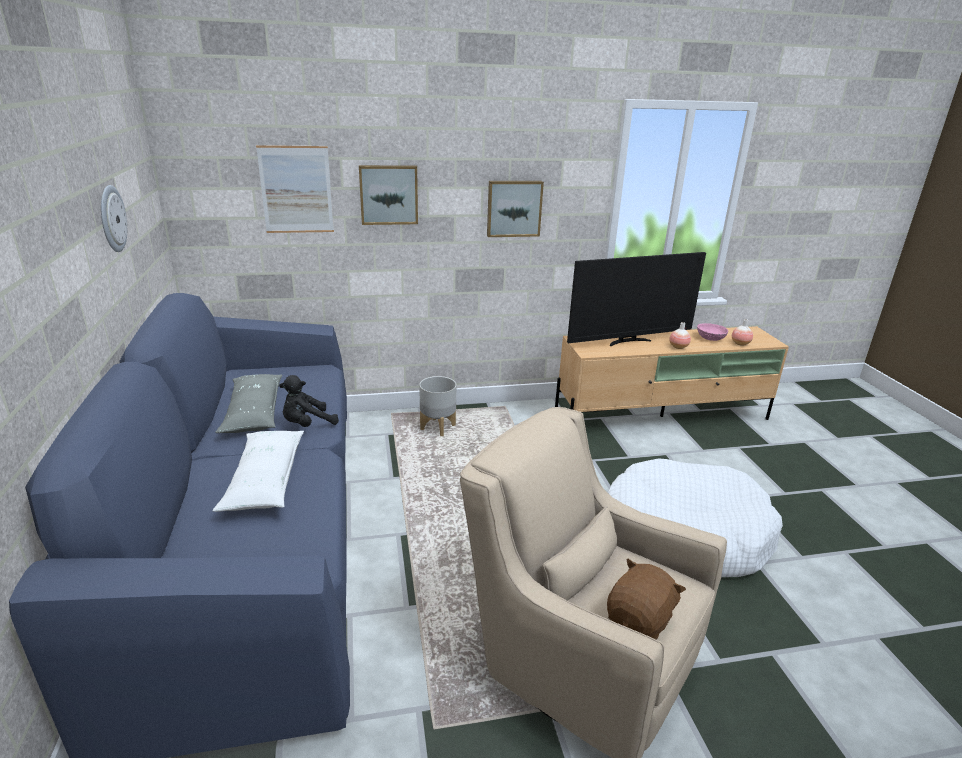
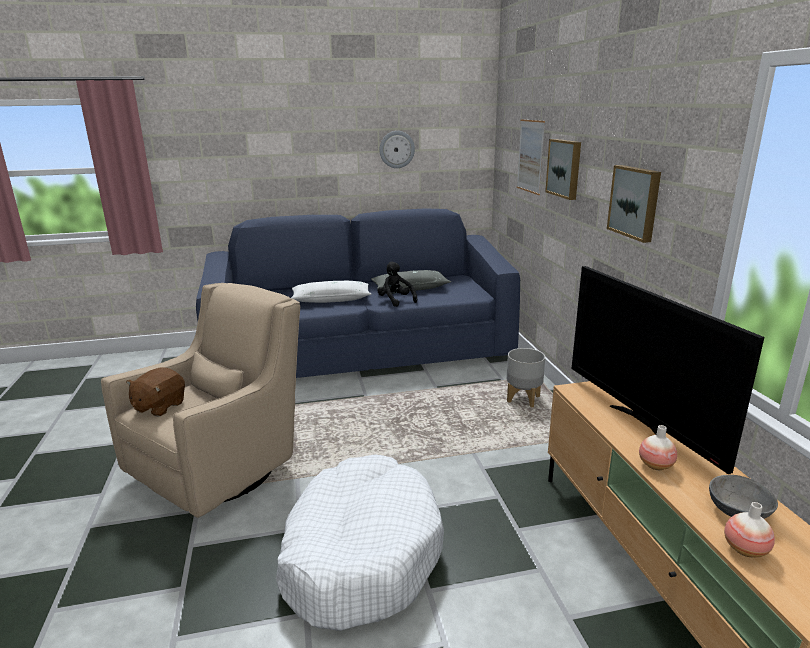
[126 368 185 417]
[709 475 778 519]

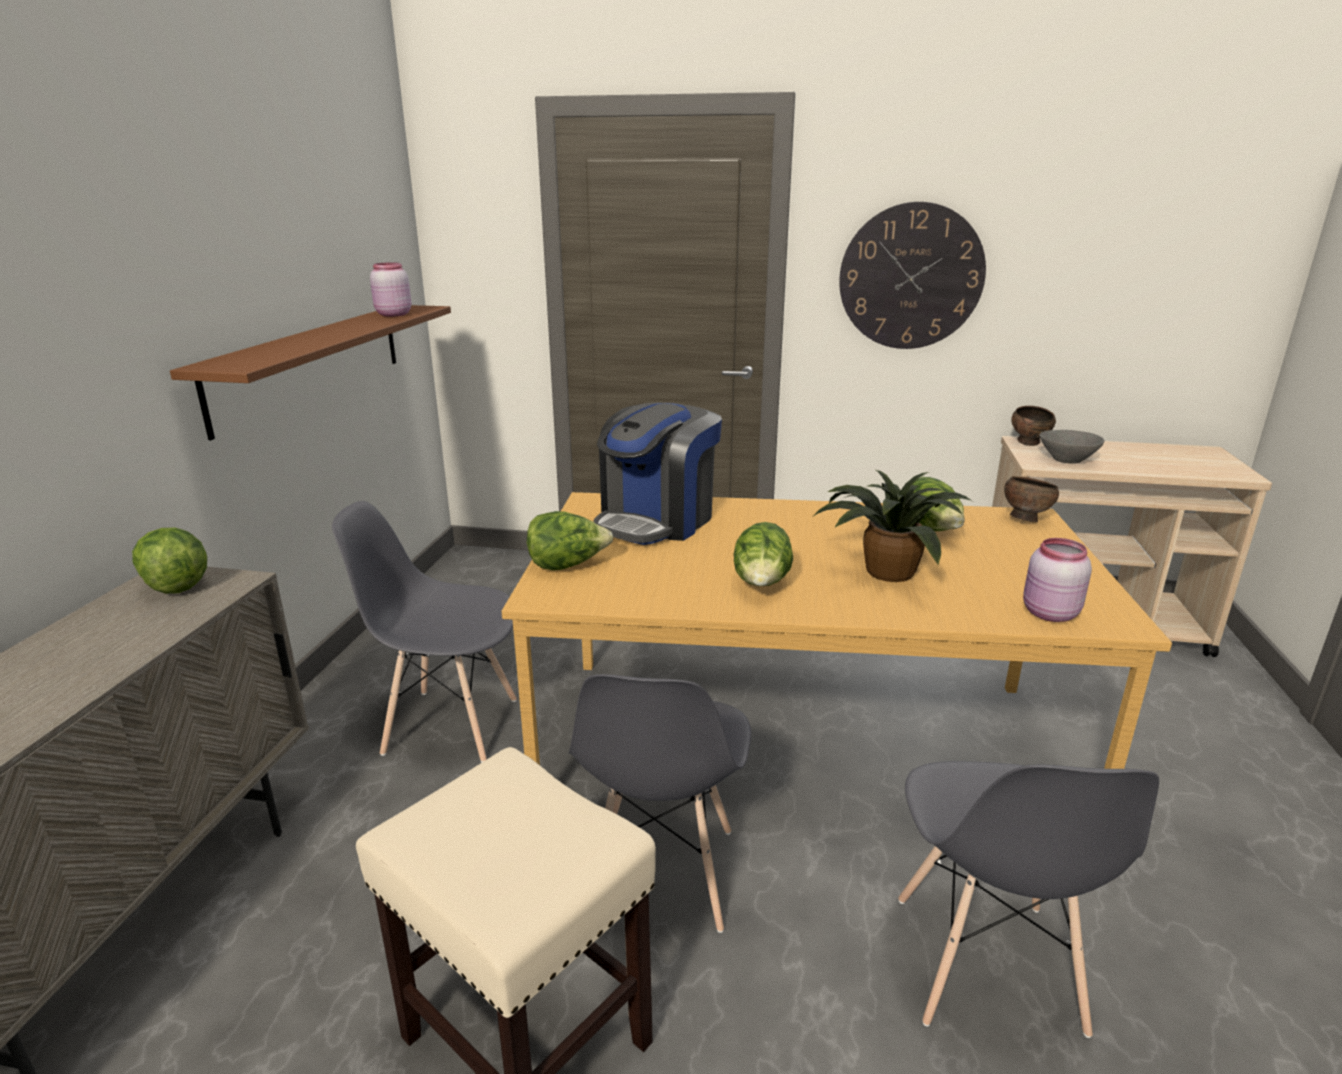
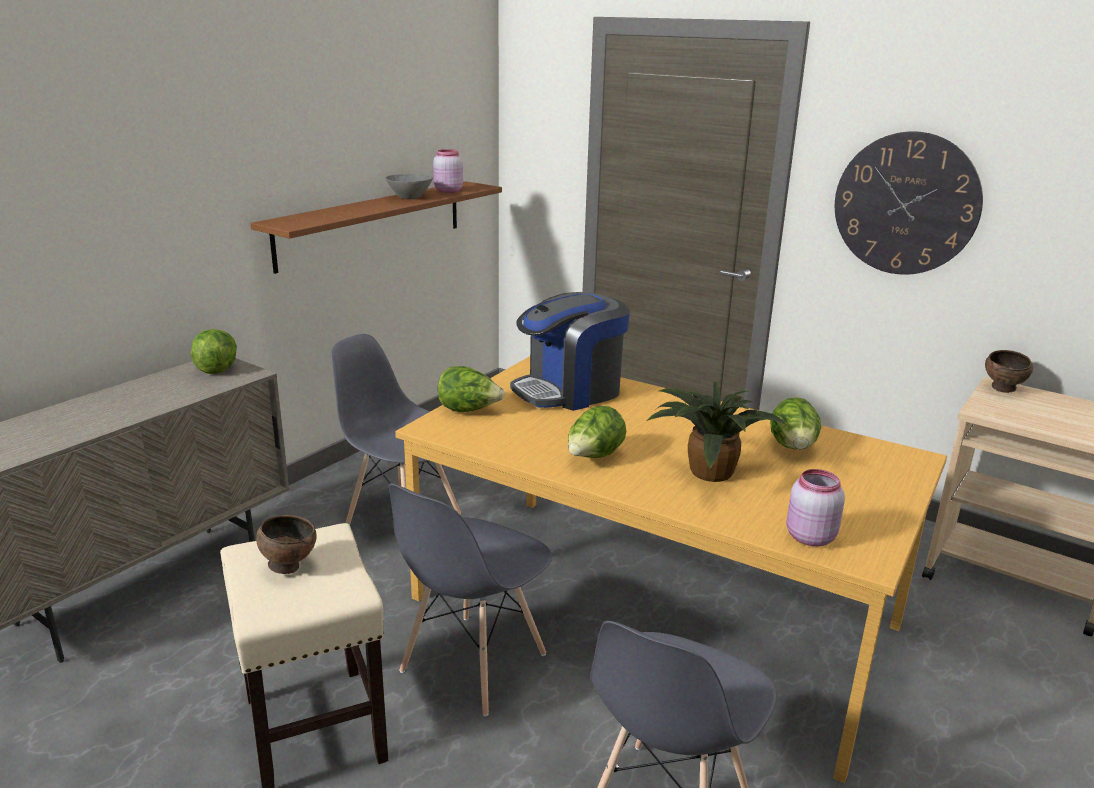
[256 515 317 574]
[385 174 433 199]

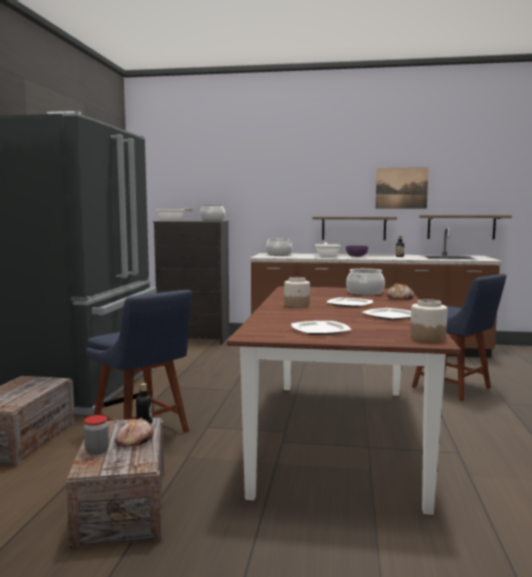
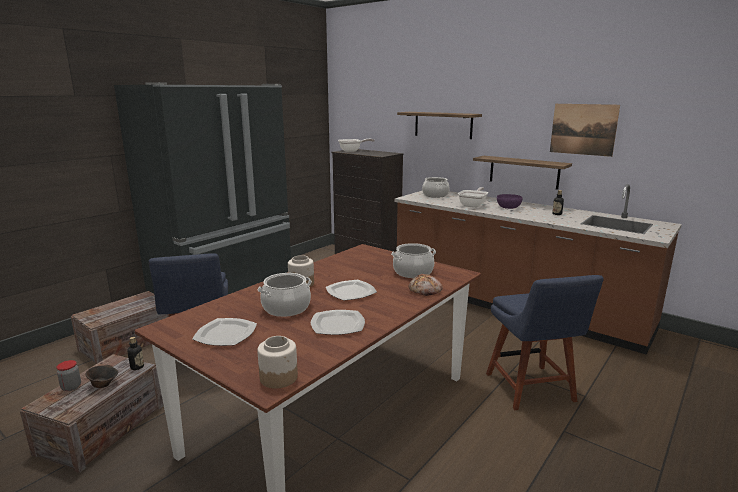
[86 365 118 388]
[258 273 312 317]
[397 112 482 139]

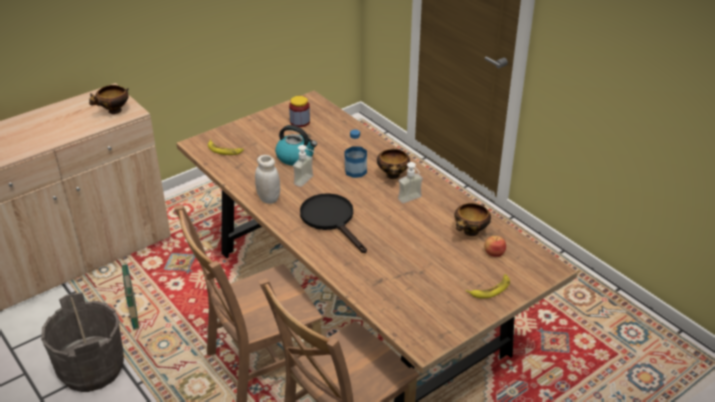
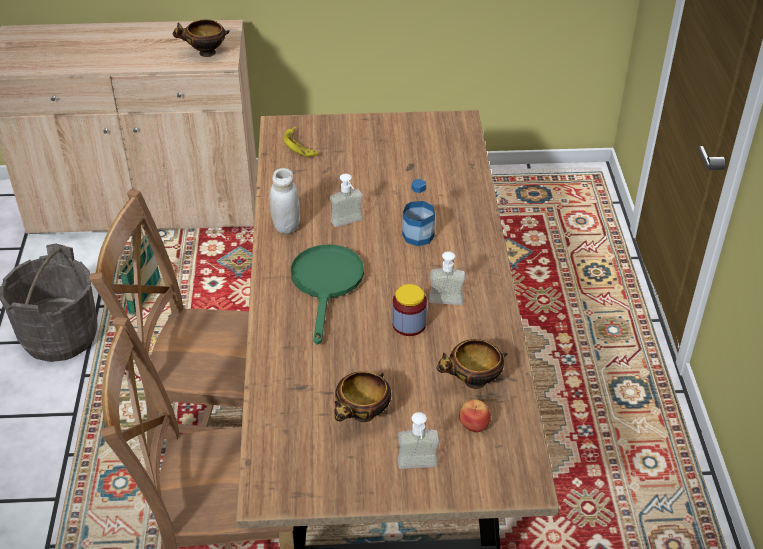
[275 125 317 166] (first image)
[392 284 427 336]
[291 244 364 345]
[334 371 391 422]
[398 412 439 469]

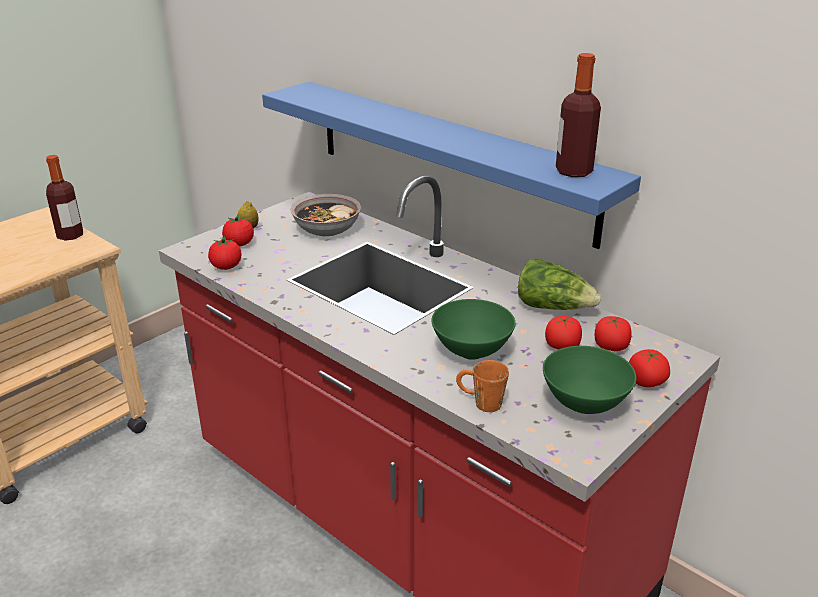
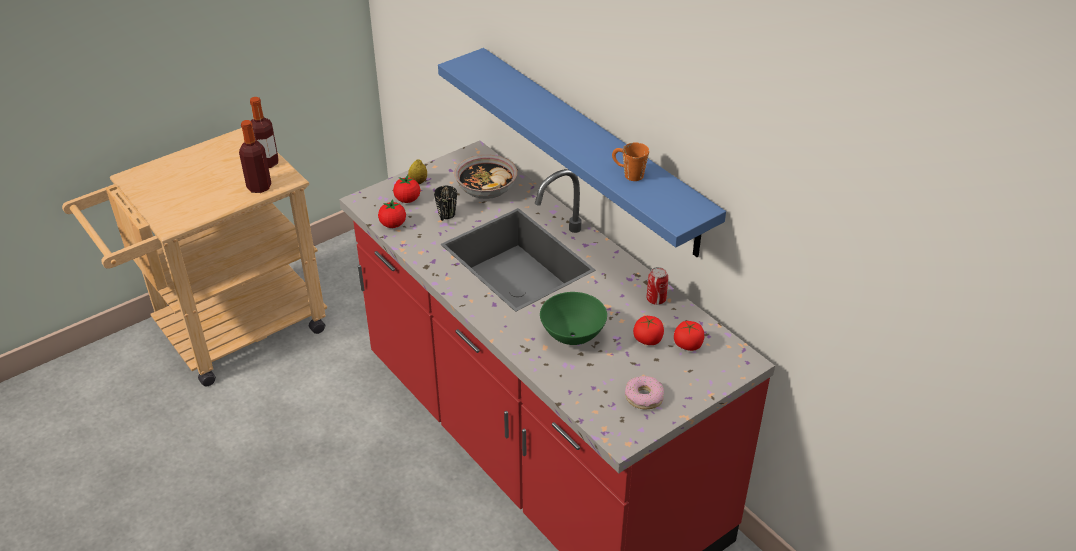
[612 143 649 181]
[647 267 668 305]
[625 376 664 409]
[239 120 272 193]
[629 349 670 387] (first image)
[434 186 457 221]

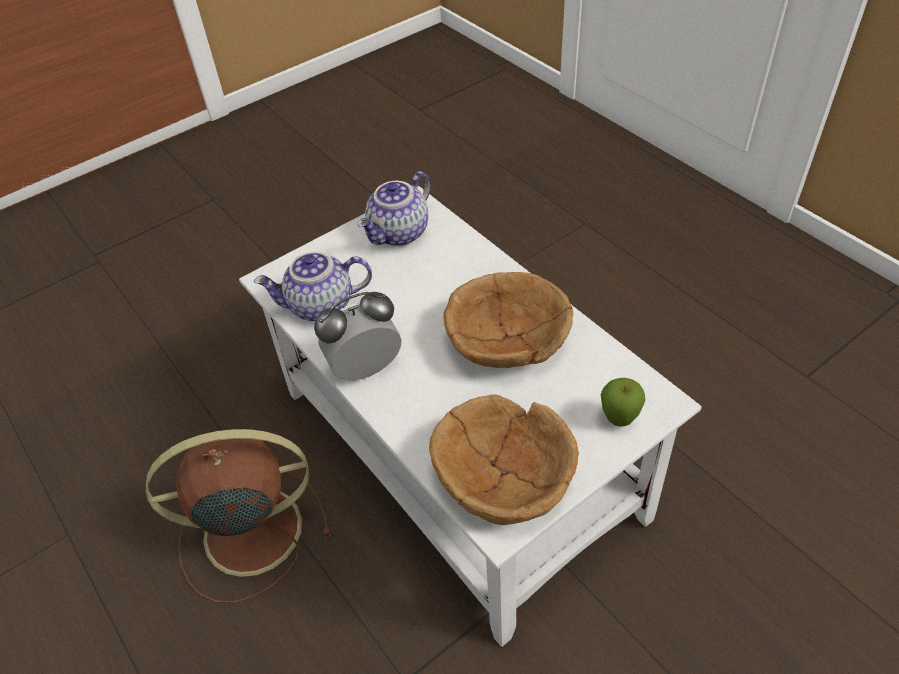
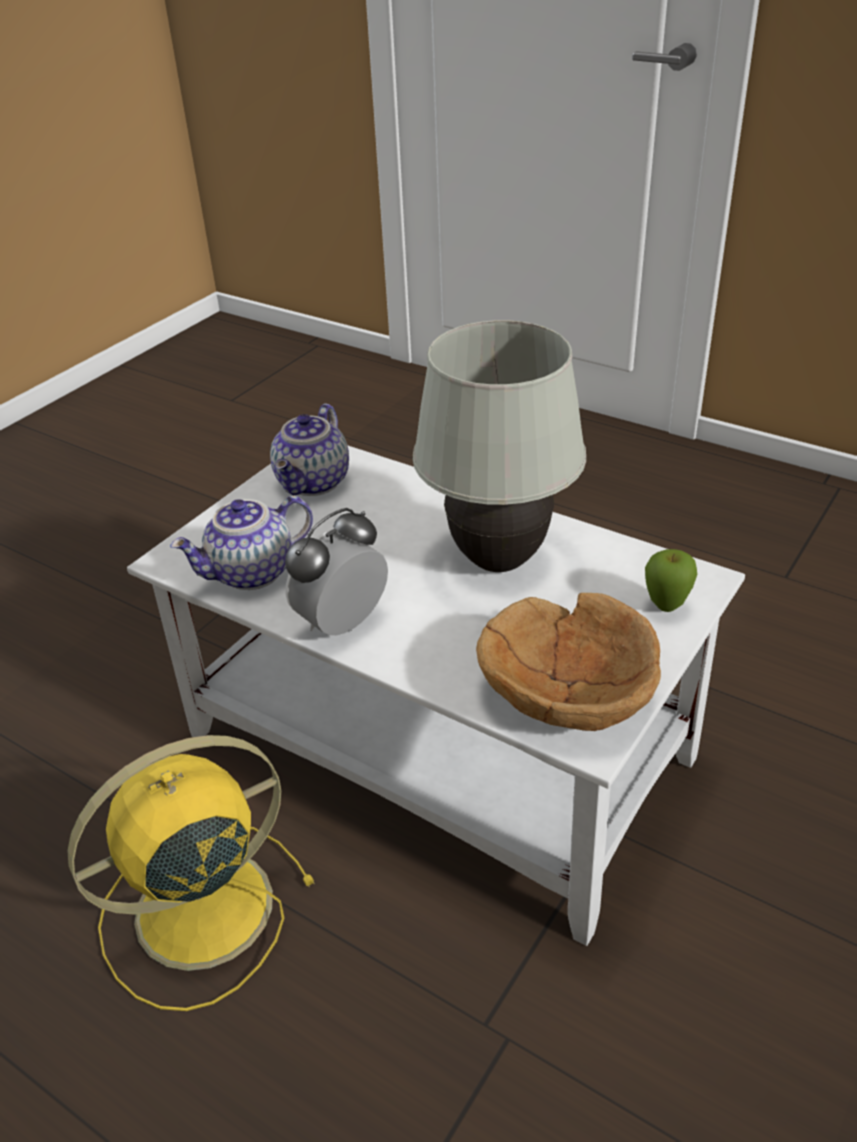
[67 735 315 1011]
[413 320 586 572]

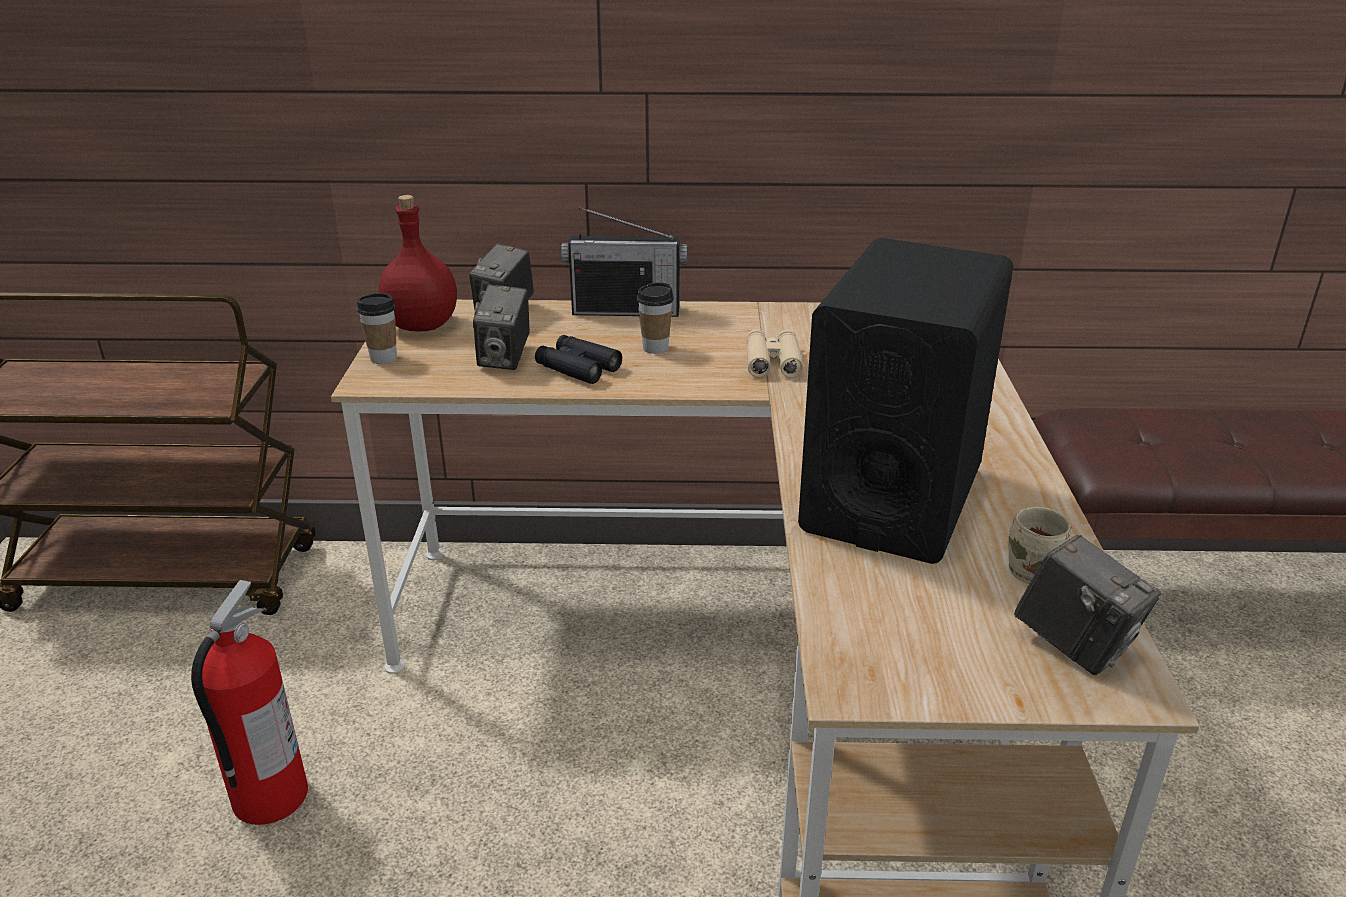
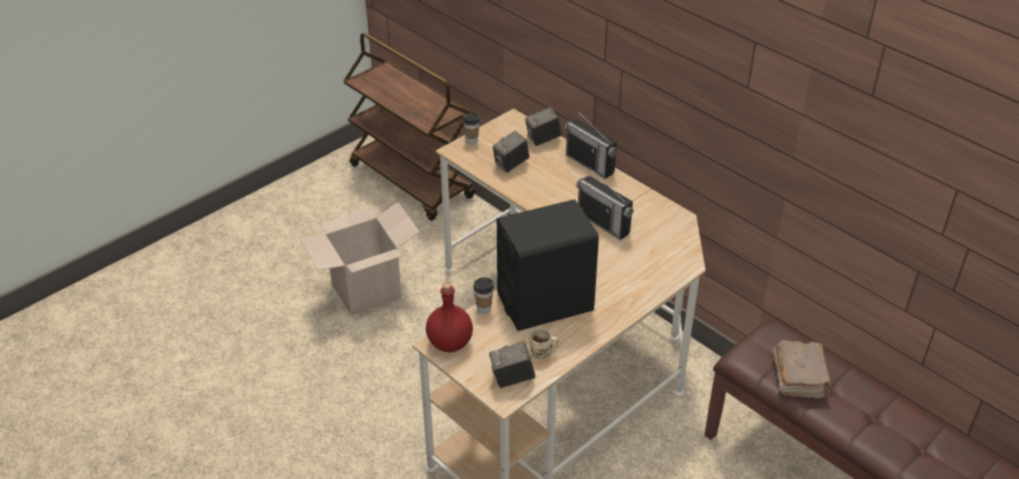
[299 202 420 315]
[426 283 473 352]
[535 335 622 384] (first image)
[473 278 494 314]
[576 167 634 240]
[489 342 535 388]
[773 340 832 399]

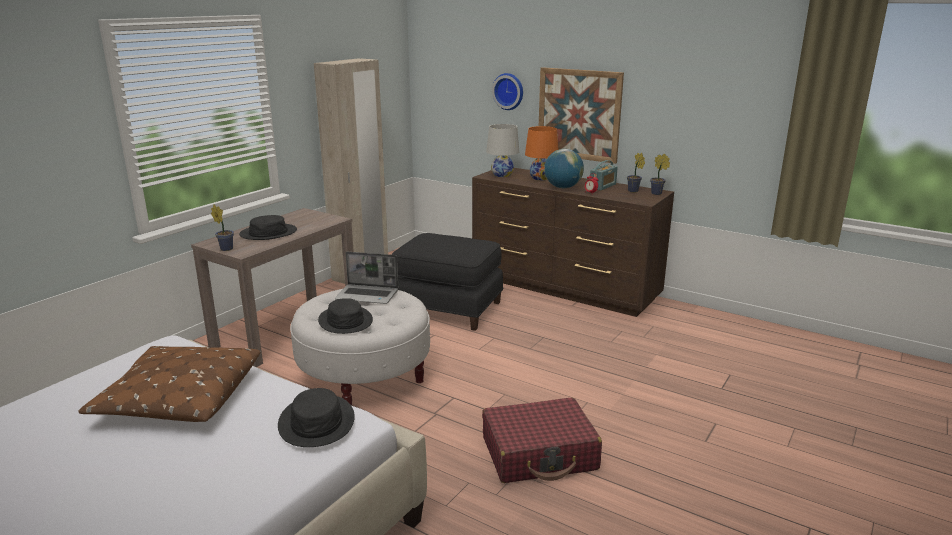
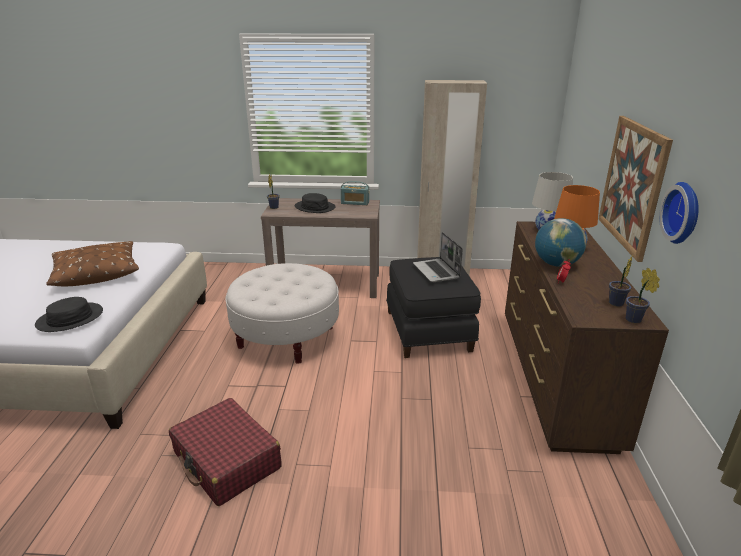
[318 298 373 334] (first image)
[413 232 463 282]
[659 182 699 244]
[341 181 369 205]

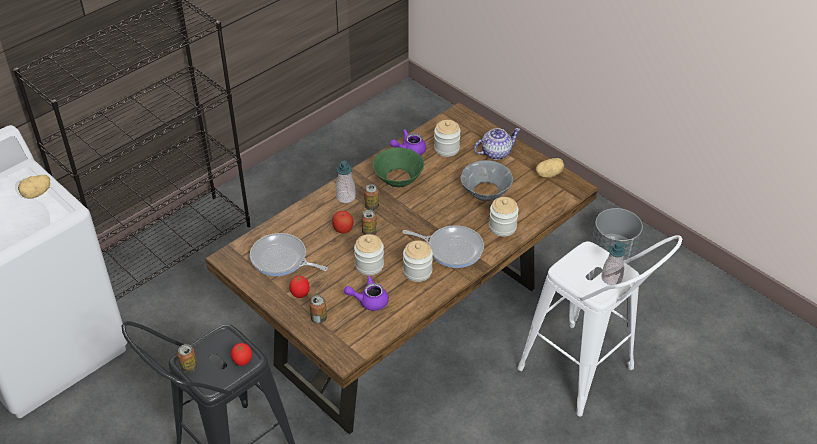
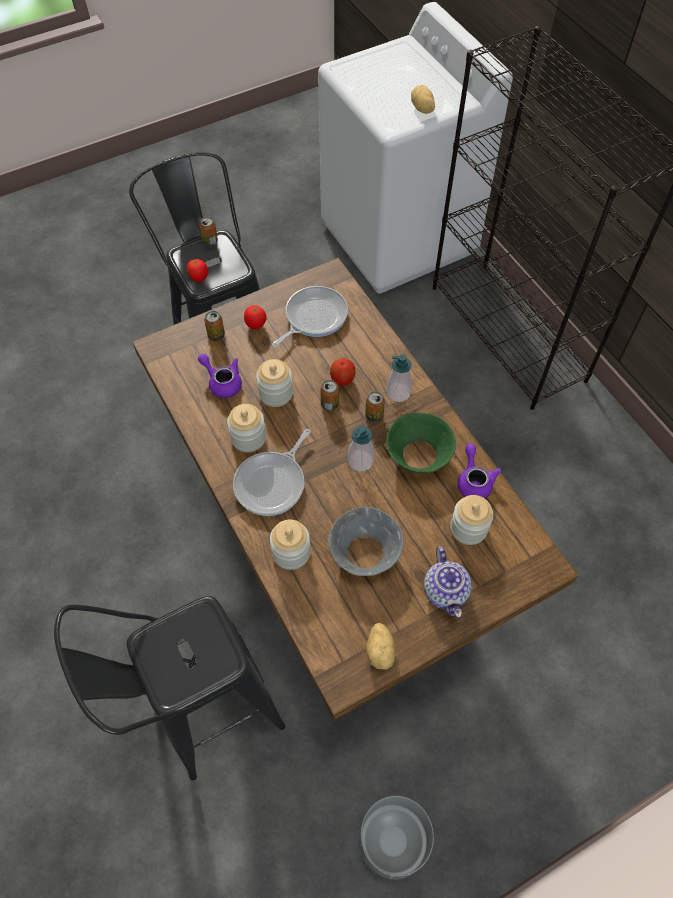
[198 354 242 398]
[54 596 285 780]
[348 425 374 472]

